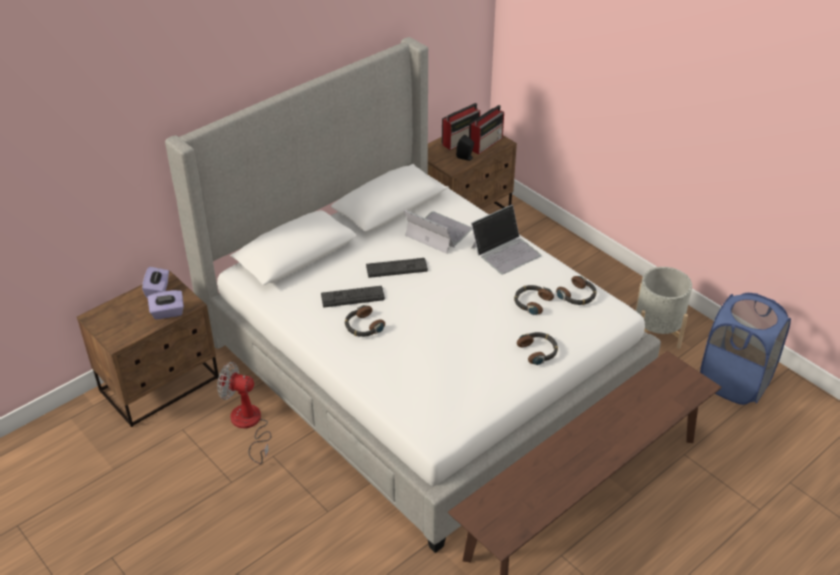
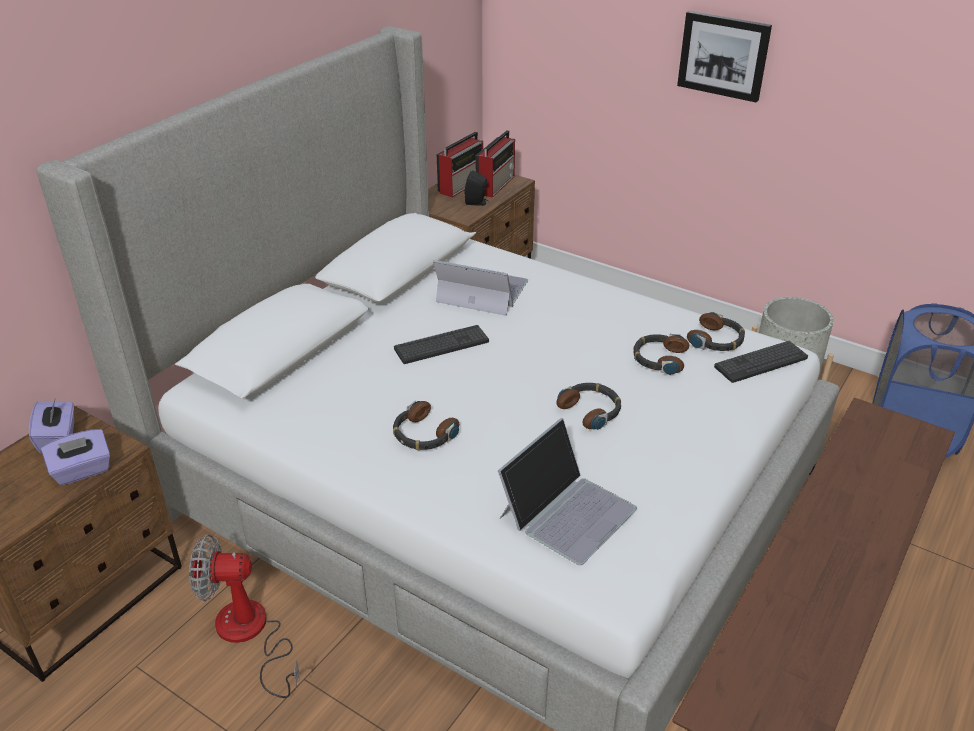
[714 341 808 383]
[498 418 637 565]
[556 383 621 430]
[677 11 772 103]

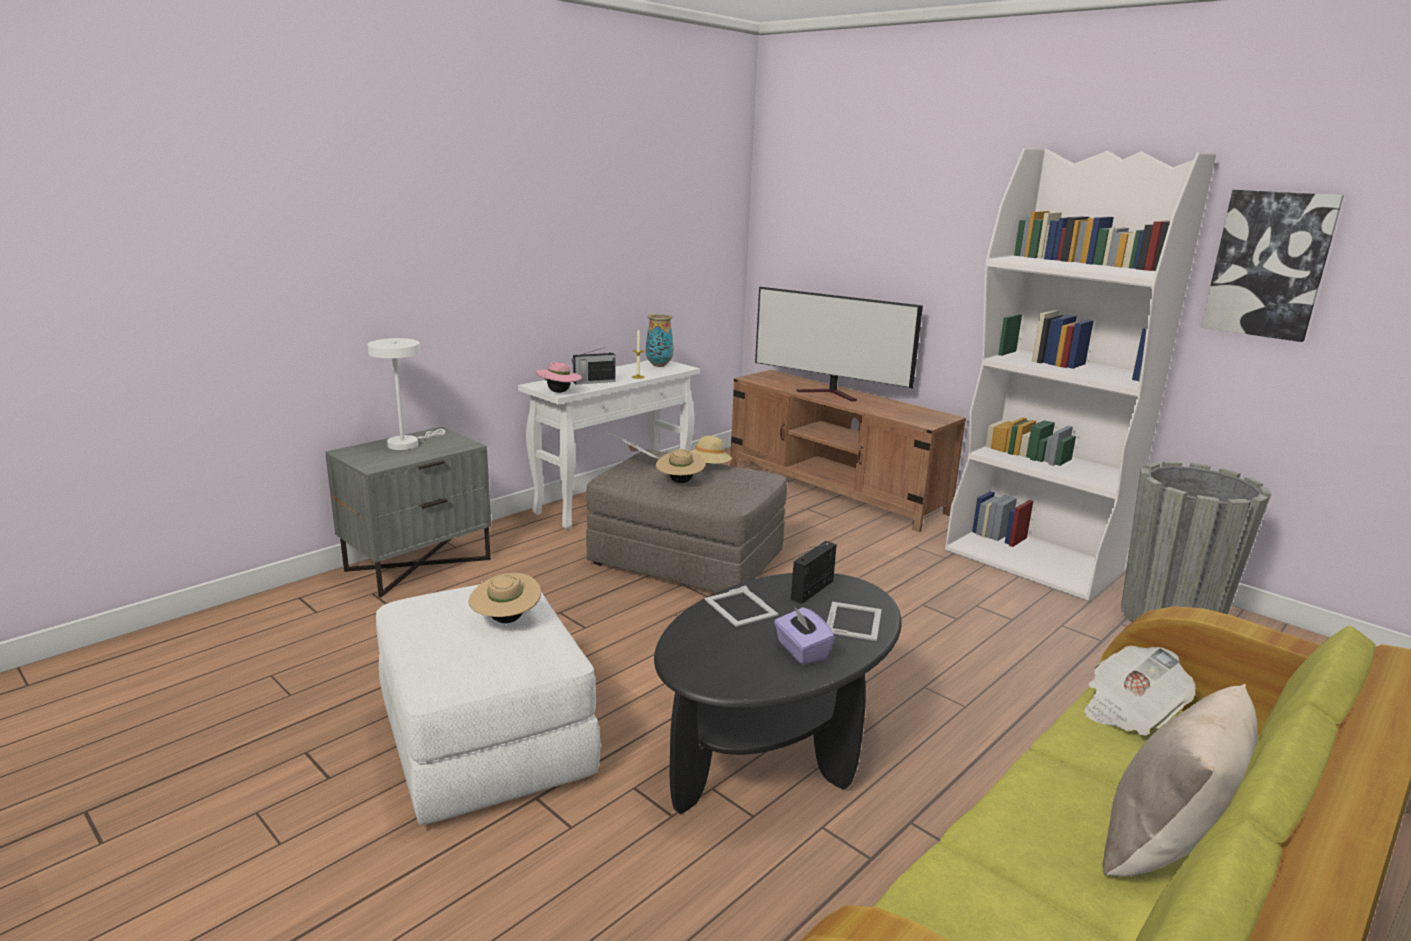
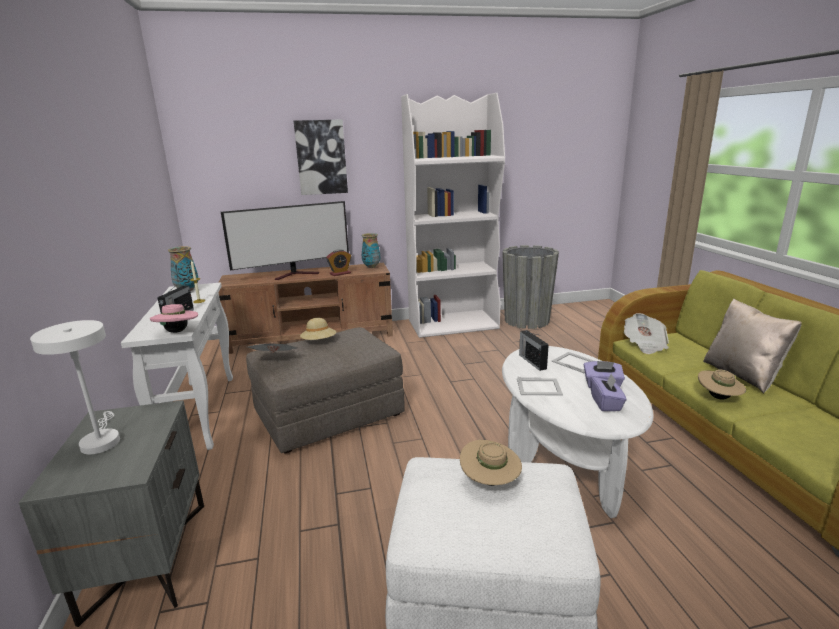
[502 346 653 518]
[698 369 746 399]
[294 119 348 195]
[326 249 351 276]
[362 233 380 268]
[590 373 627 411]

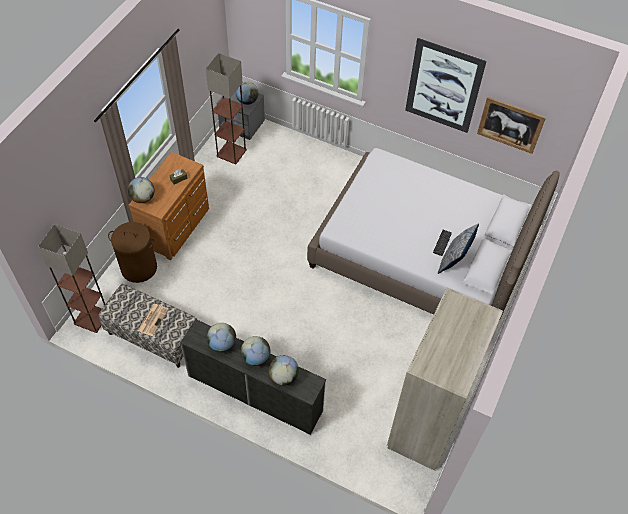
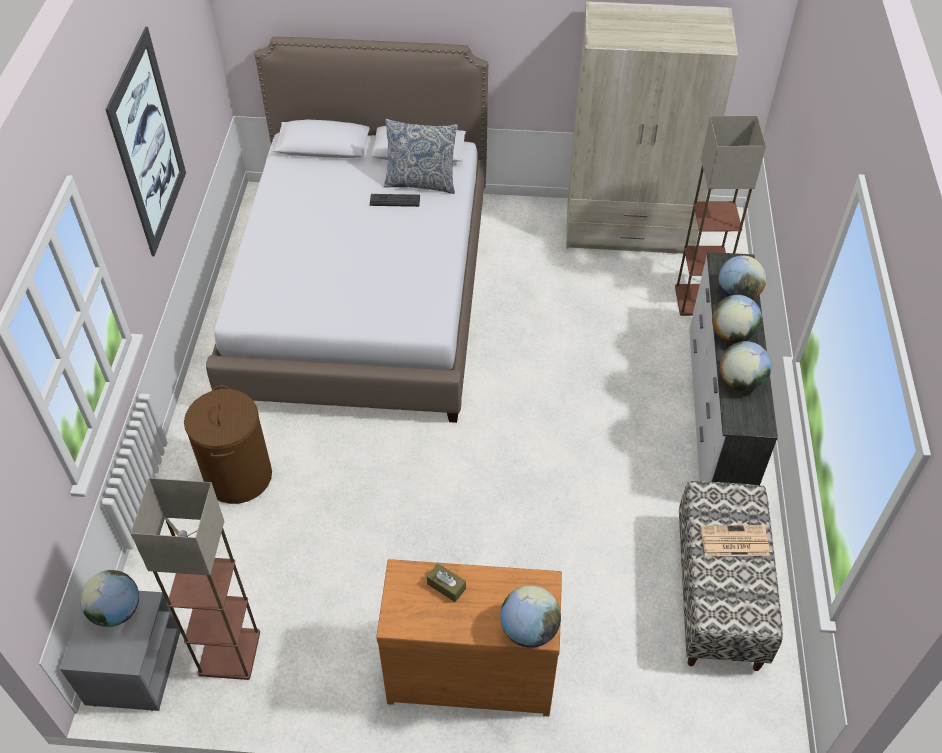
[675 116 766 316]
[184 385 272 504]
[477 97 546 154] (first image)

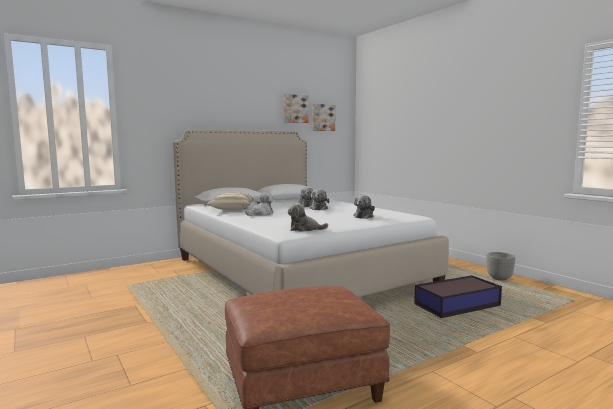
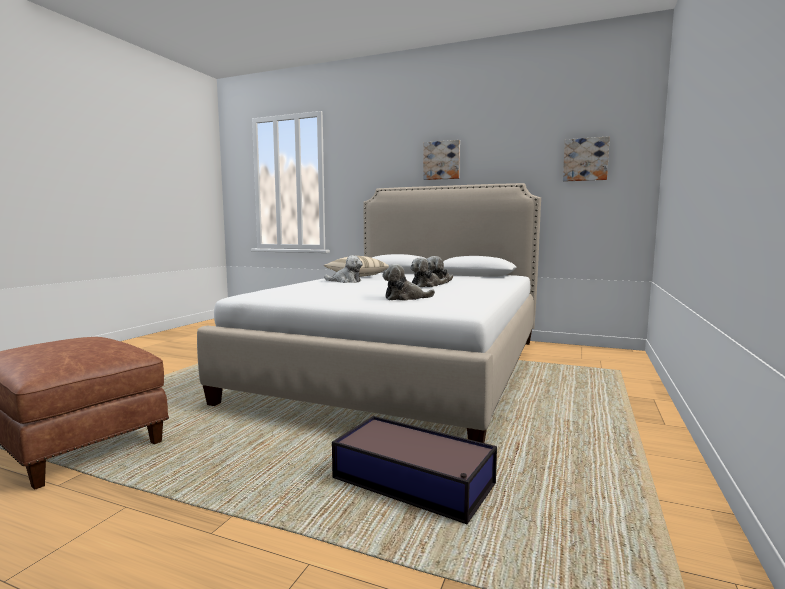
[423 140 460 180]
[288 203 328 231] (first image)
[487 252 515 280] (first image)

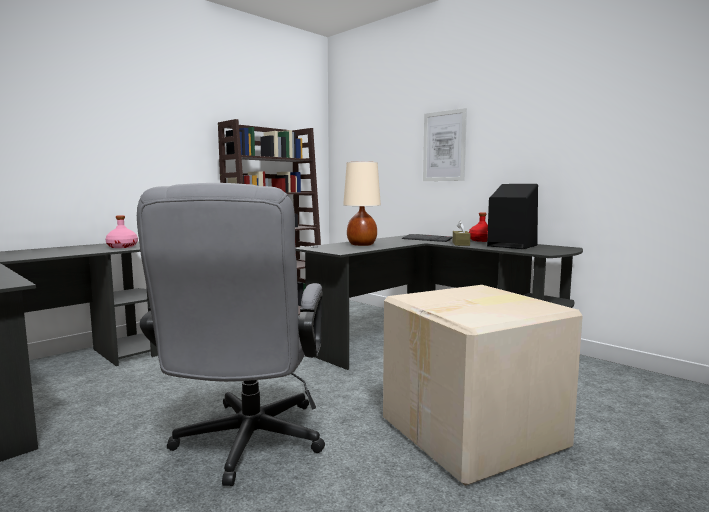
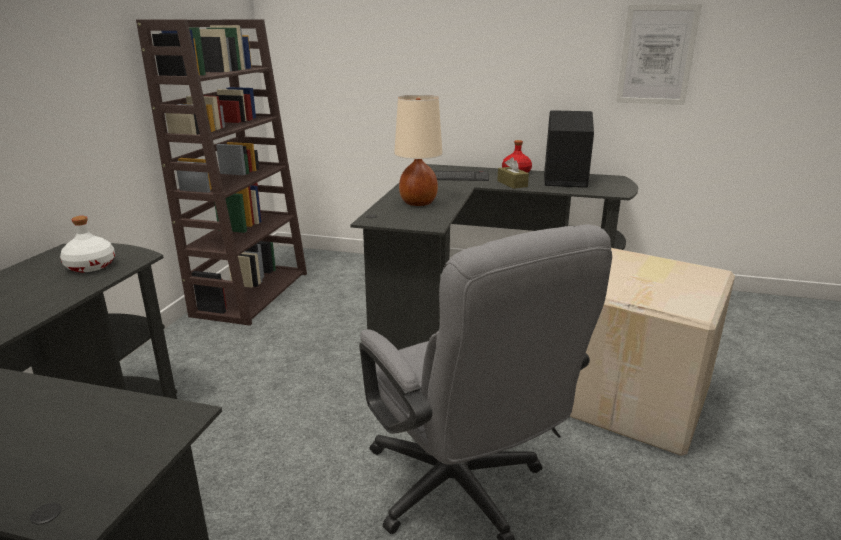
[60 216 115 272]
[616 4 702 105]

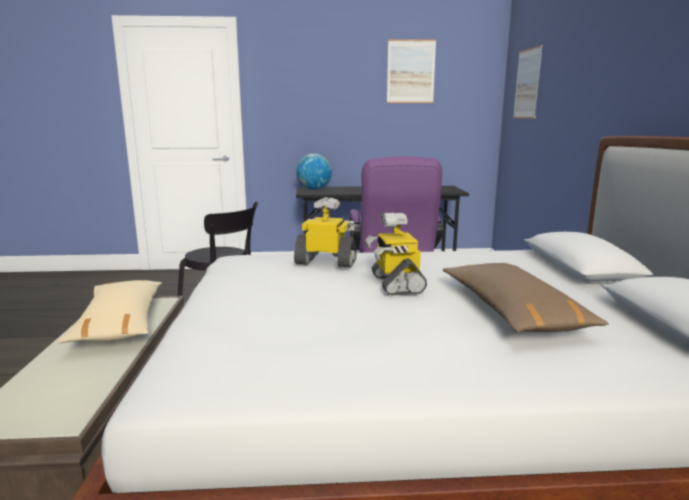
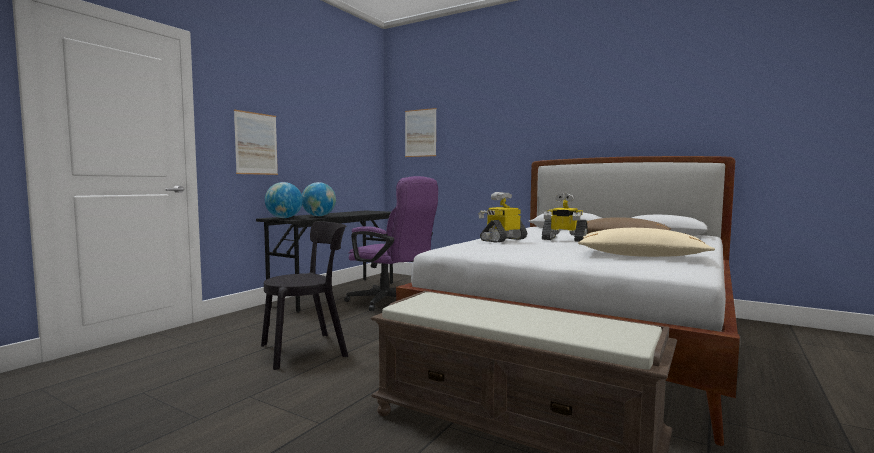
[578 228 715 257]
[234 110 278 175]
[302 182 336 216]

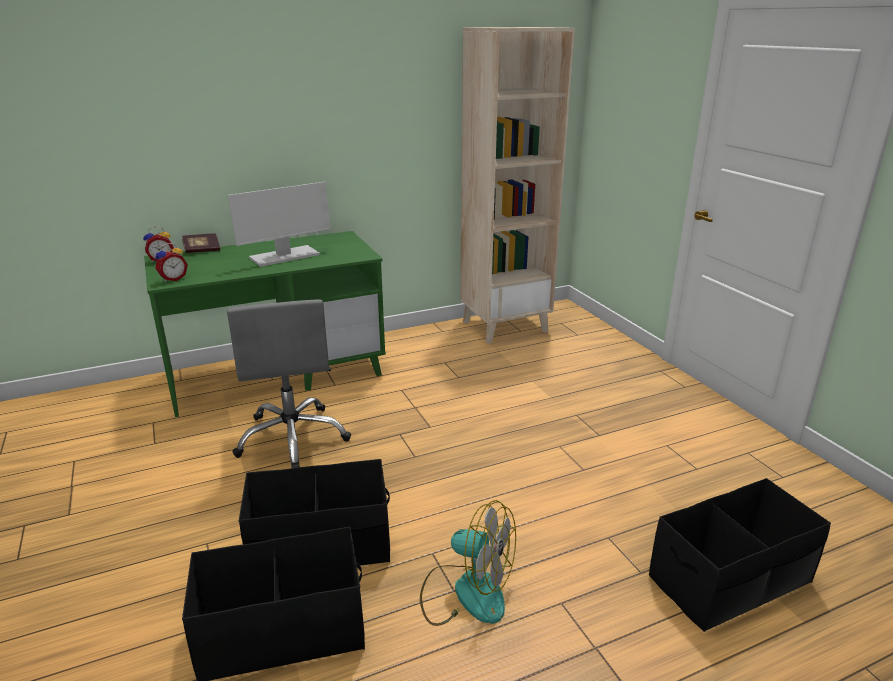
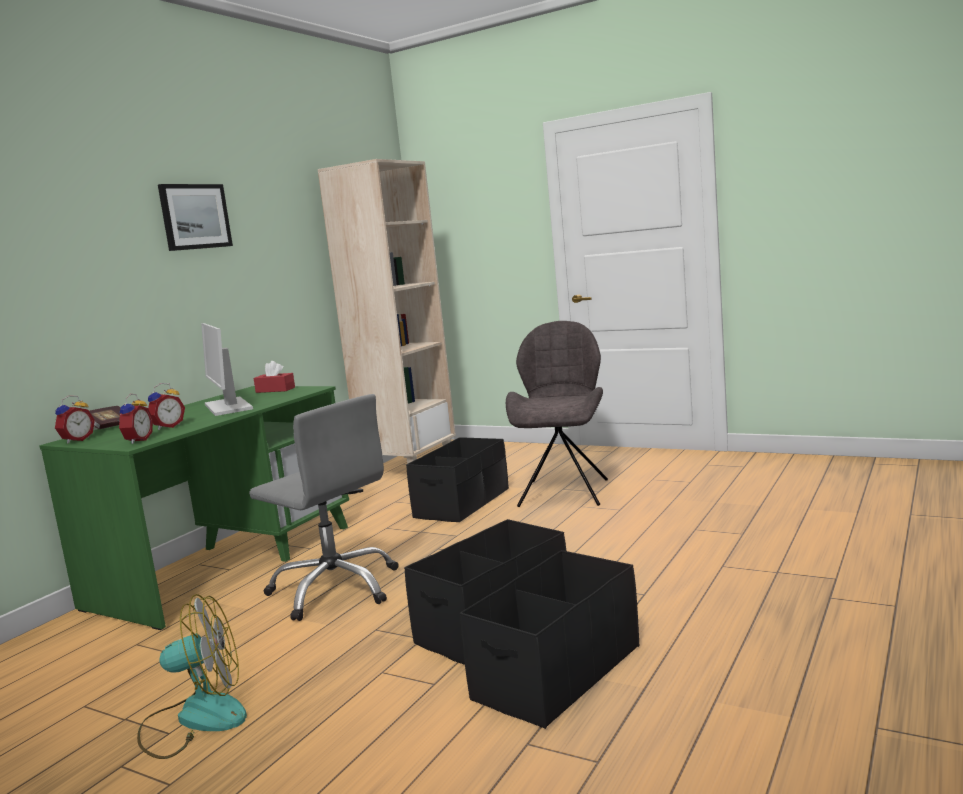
[201 323 253 416]
[137 594 247 759]
[406 437 509 522]
[148 383 185 430]
[158 184 233 251]
[253 361 295 393]
[506 321 608 507]

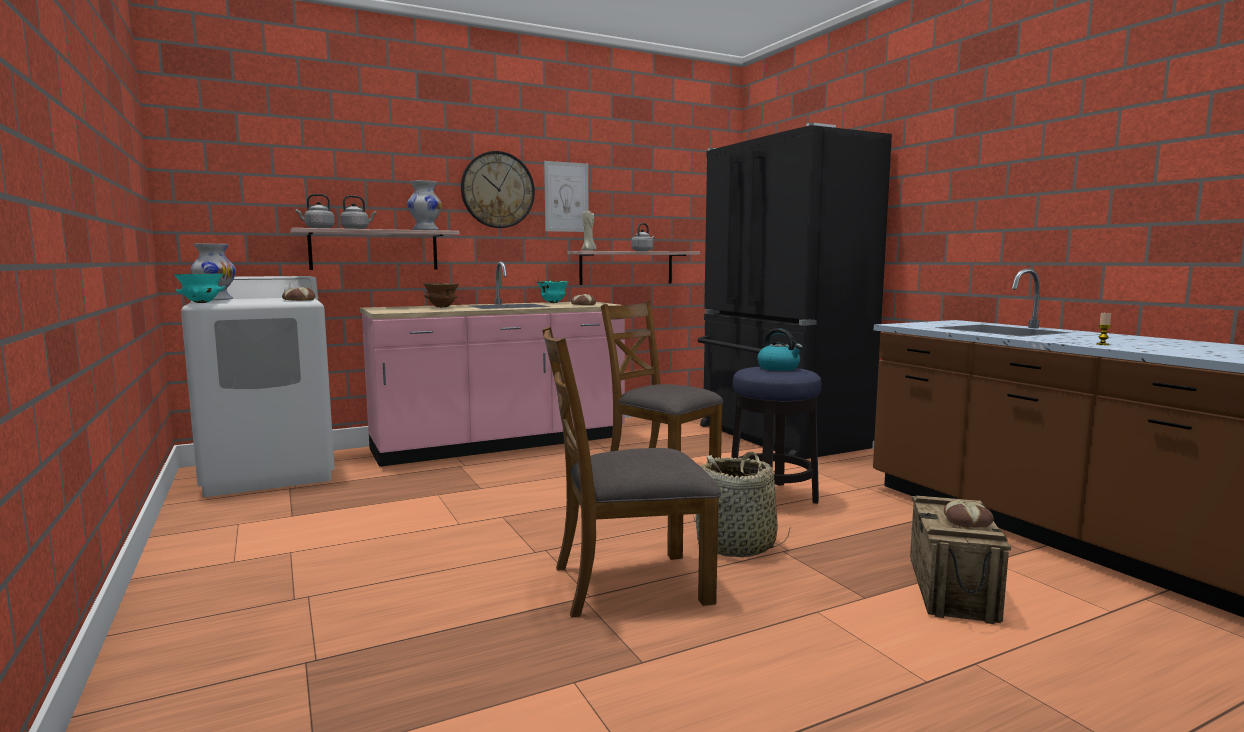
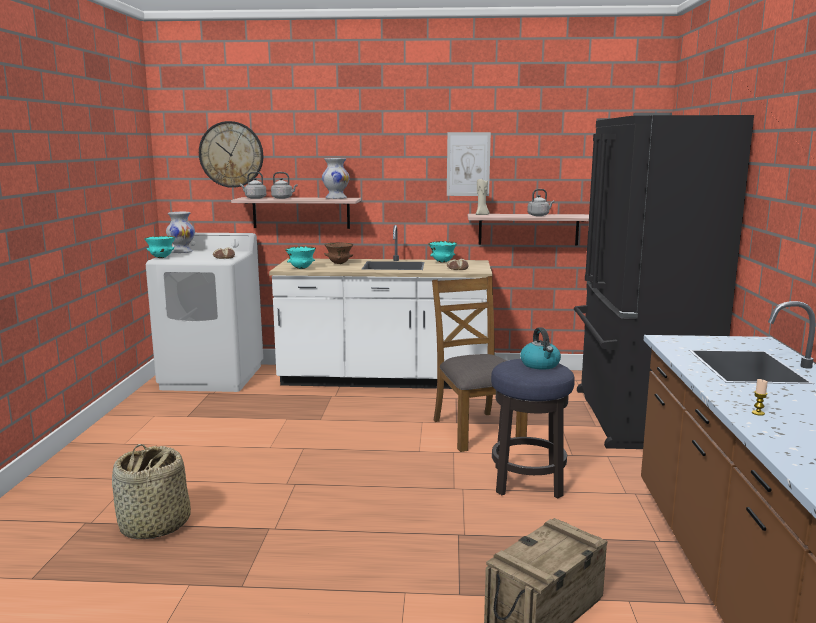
[269 225 492 389]
[199 121 263 188]
[542 327 721 618] (first image)
[112 444 191 539]
[944 499 994 528] (first image)
[285 246 316 269]

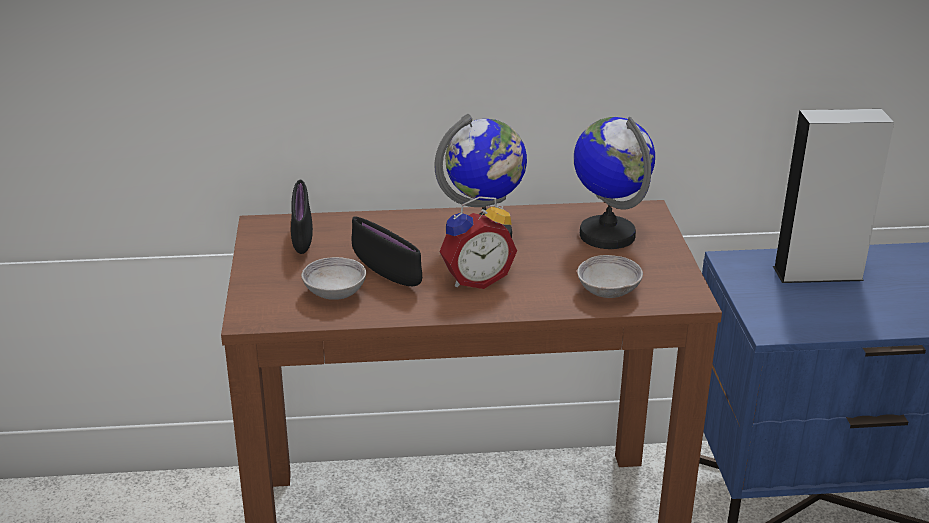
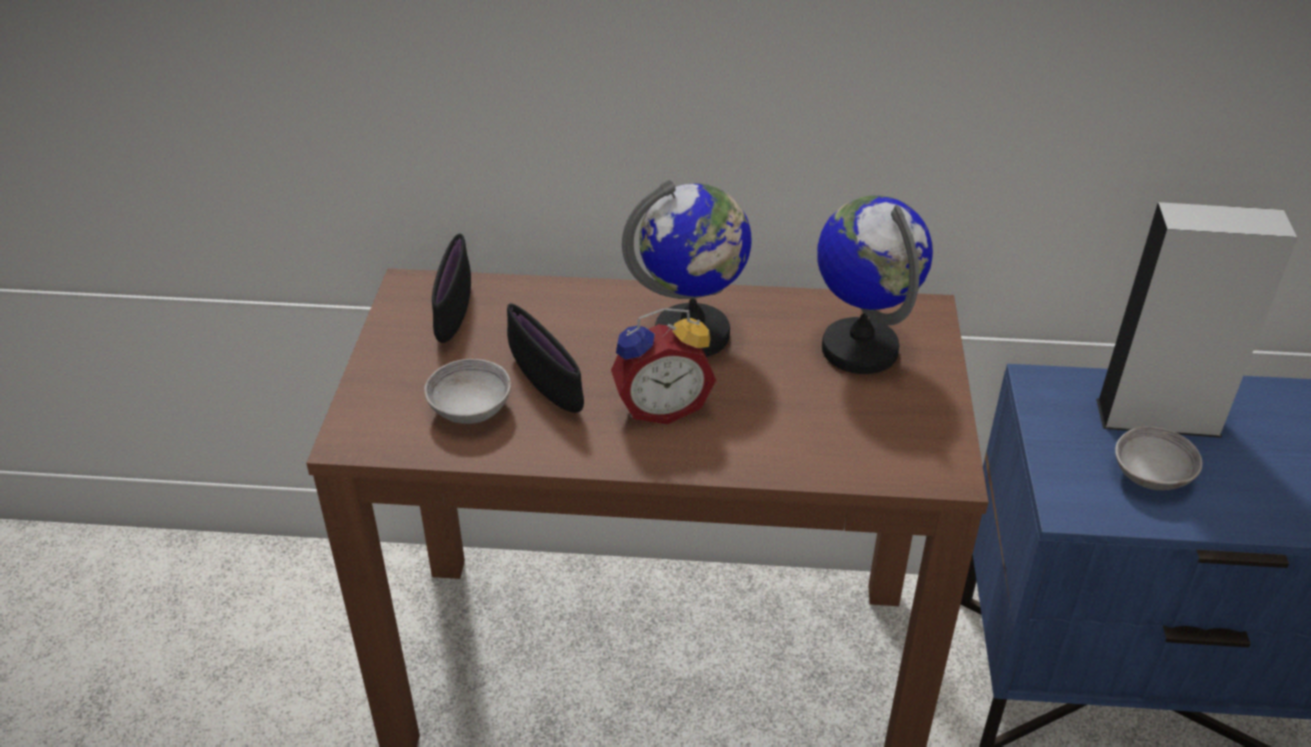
[1115 426 1202 490]

